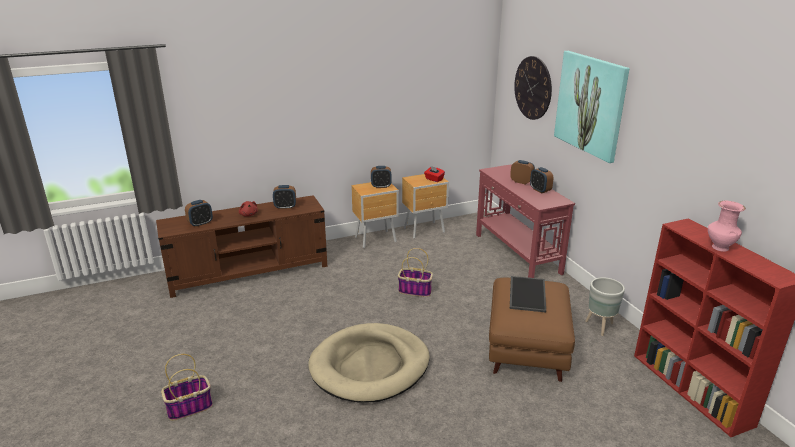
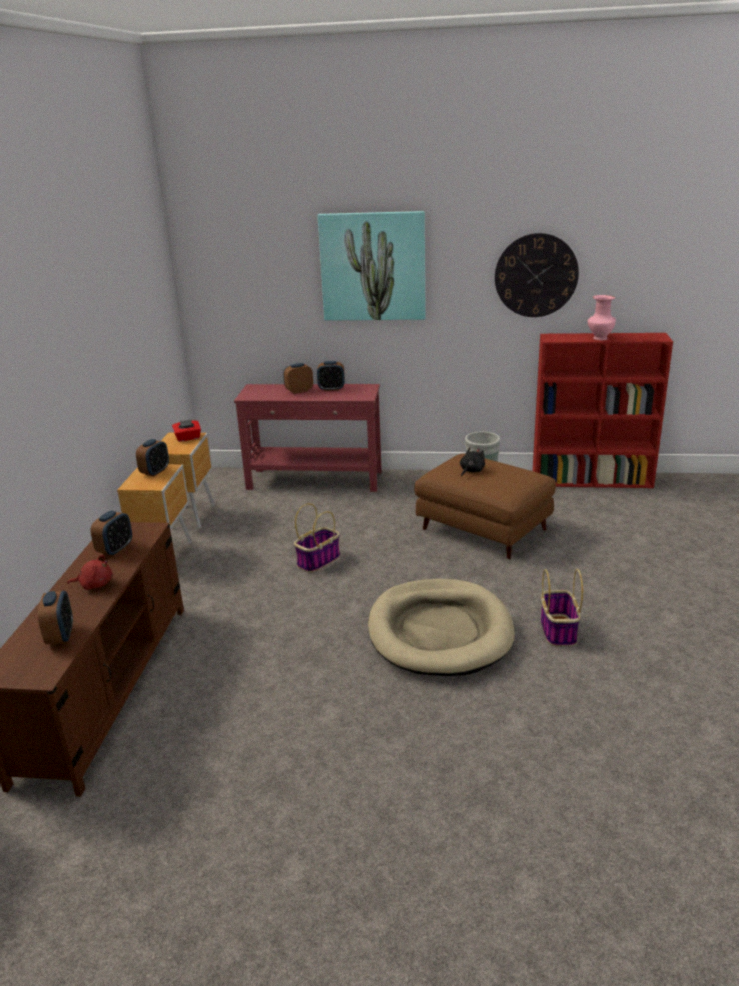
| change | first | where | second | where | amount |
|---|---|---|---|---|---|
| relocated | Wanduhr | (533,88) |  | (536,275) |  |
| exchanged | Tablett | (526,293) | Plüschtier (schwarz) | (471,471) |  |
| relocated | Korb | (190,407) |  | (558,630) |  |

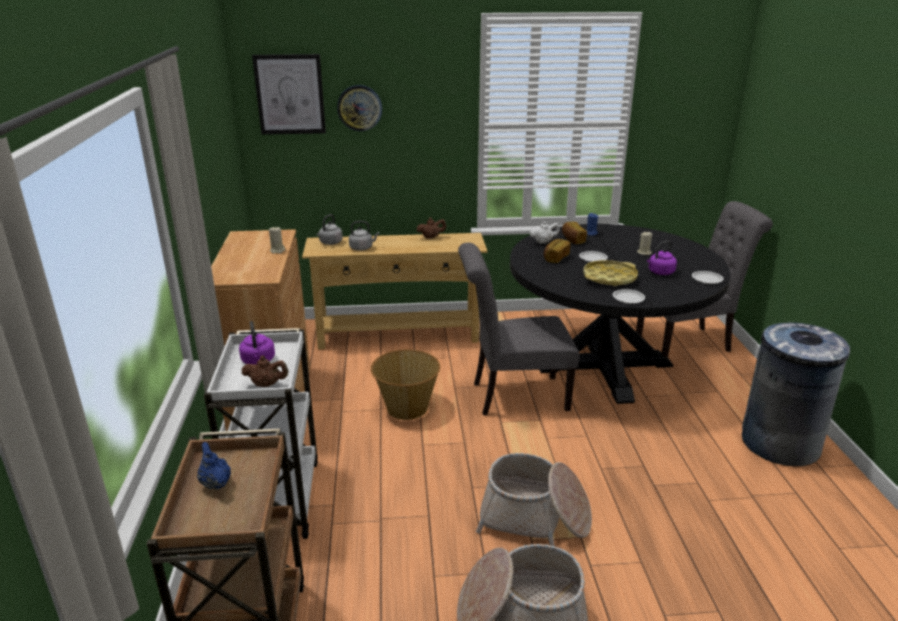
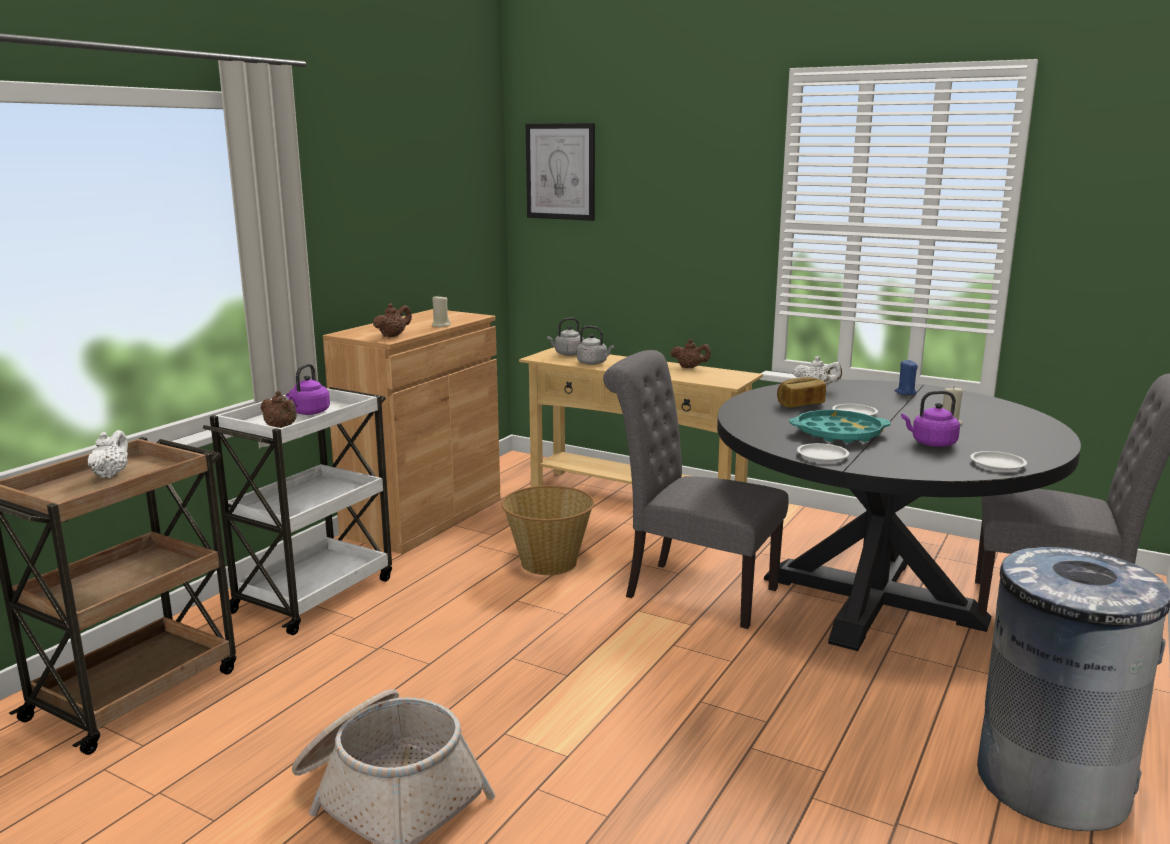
| change | first | where | second | where | amount |
|---|---|---|---|---|---|
| missing | Wanduhr | (359,108) |  |  |  |
| missing | Brot | (572,240) |  |  |  |
| colour | Tablett (gelb) | (609,278) | Tablett (türkis) | (838,433) |  |
| colour | Teekanne (blau) | (215,483) | Teekanne (weiß) | (111,474) |  |
| missing | Korb | (534,517) |  |  |  |
| appeared |  |  | Teekanne (braun) | (393,336) |  |

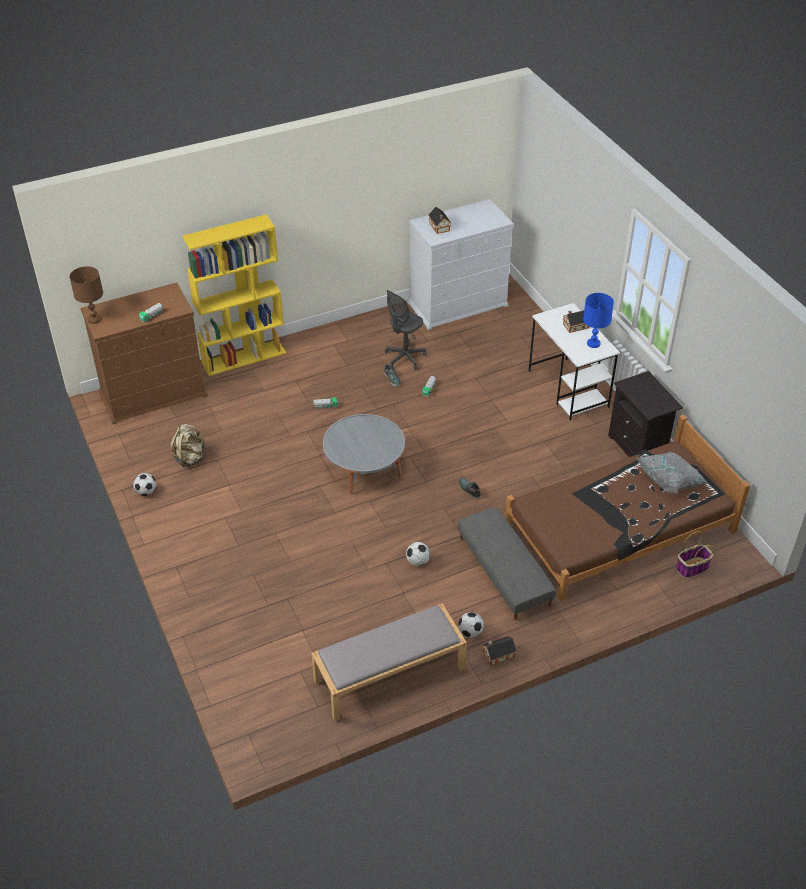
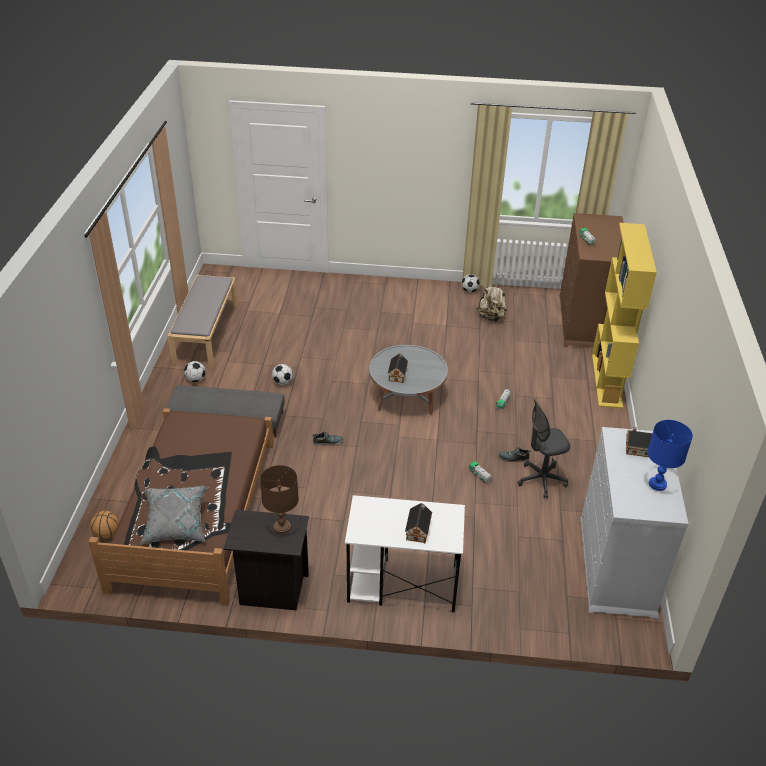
| change | first | where | second | where | amount |
|---|---|---|---|---|---|
| relocated | Tischlampe (braun) | (94,319) |  | (282,526) |  |
| spun | Bürostuhl (grau) | (405,358) |  | (541,480) | 90 degrees counterclockwise |
| relocated | Tischlampe (blau) | (593,344) |  | (657,484) |  |
| exchanged | Korb | (692,568) | Basketball | (107,533) |  |
| relocated | Spielzeughaus | (497,655) |  | (398,374) |  |

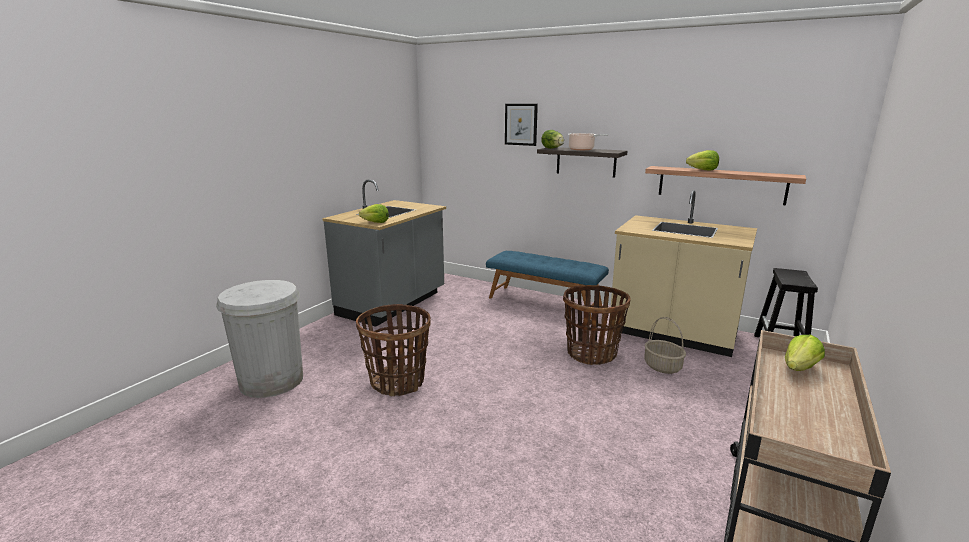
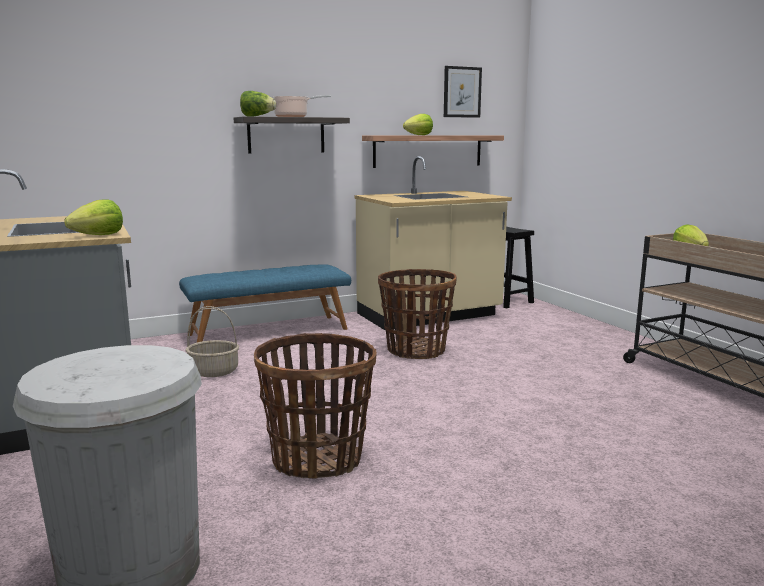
| change | first | where | second | where | amount |
|---|---|---|---|---|---|
| relocated | Bild | (521,124) |  | (462,92) |  |
| relocated | Korb | (663,366) |  | (214,371) |  |

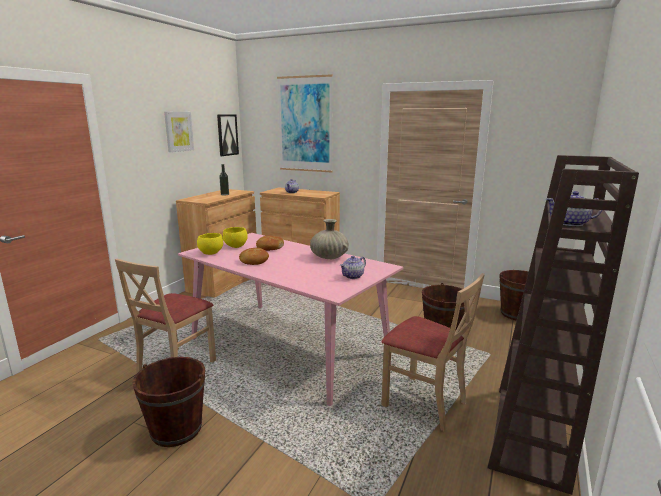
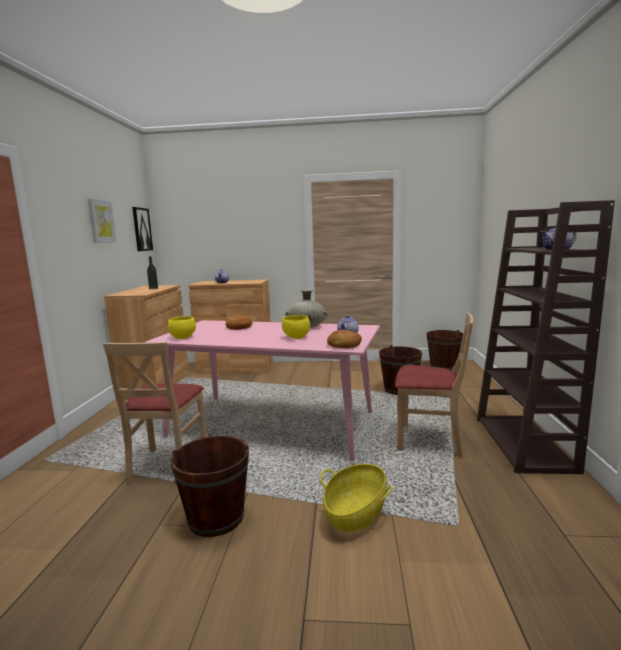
| change | first | where | second | where | amount |
|---|---|---|---|---|---|
| missing | Bild | (305,124) |  |  |  |
| relocated | Schüssel (gelb) | (236,246) |  | (297,337) |  |
| relocated | Brot | (254,261) |  | (343,345) |  |
| appeared |  |  | Korb | (355,513) |  |

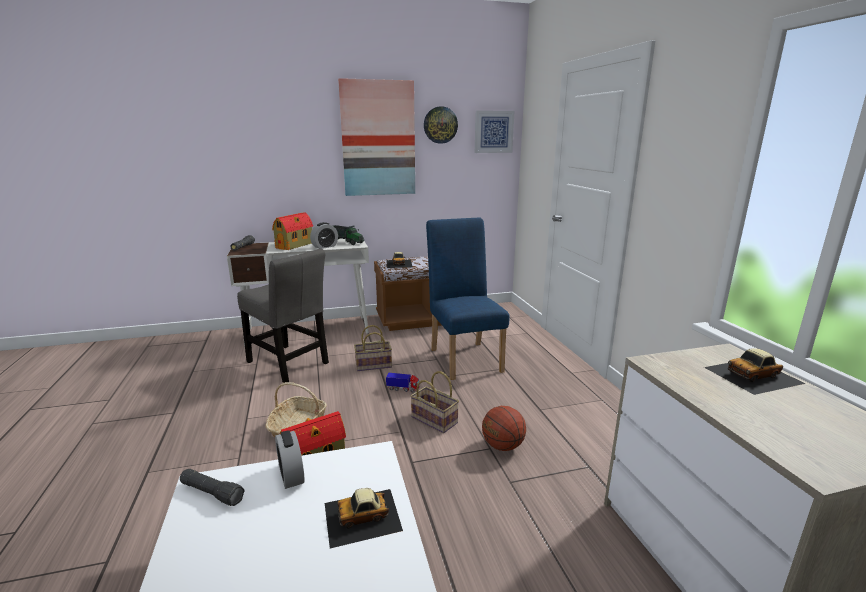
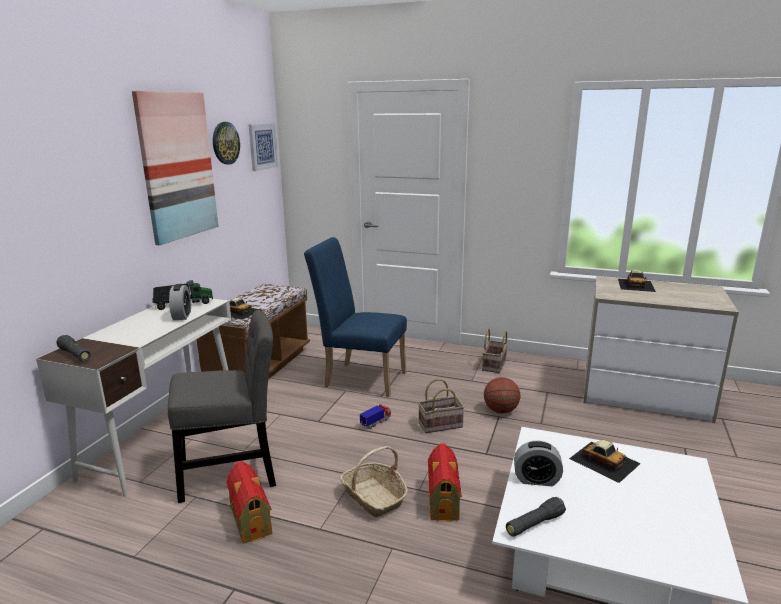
| change | first | where | second | where | amount |
|---|---|---|---|---|---|
| relocated | Spielzeughaus | (295,245) |  | (250,519) |  |
| relocated | Korb | (372,365) |  | (494,365) |  |
| spun | Spielzeugauto | (362,516) |  | (604,460) | 60 degrees counterclockwise |

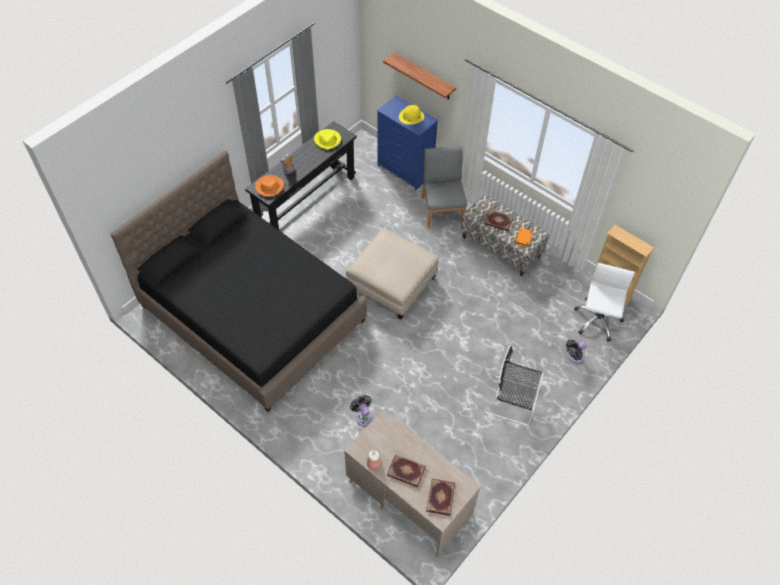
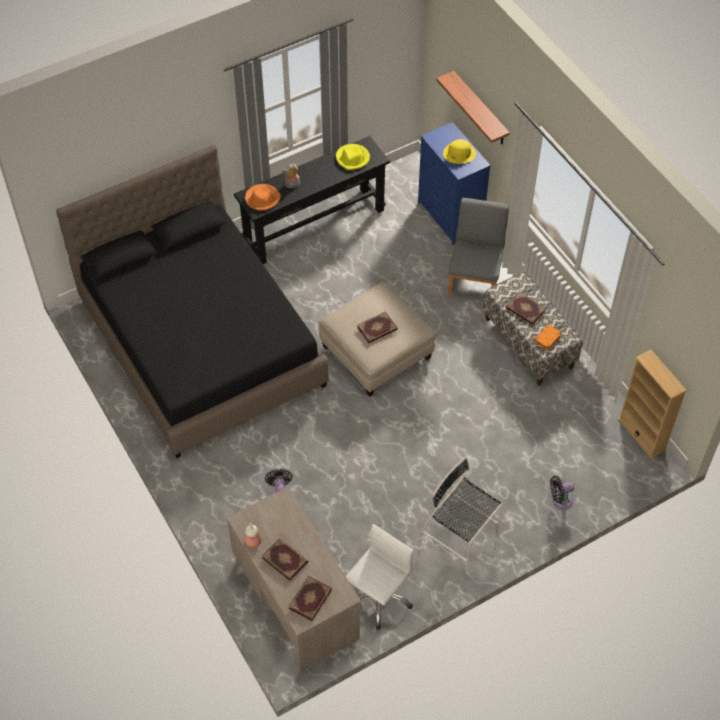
| change | first | where | second | where | amount |
|---|---|---|---|---|---|
| relocated | Bürostuhl (weiß) | (597,320) |  | (378,597) |  |
| appeared |  |  | Buch | (377,329) |  |

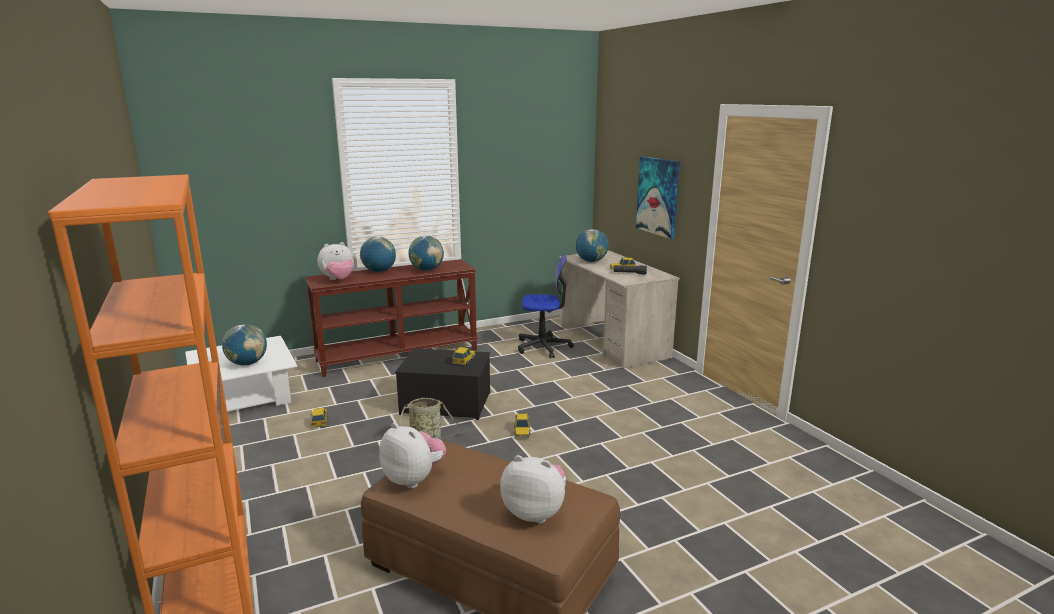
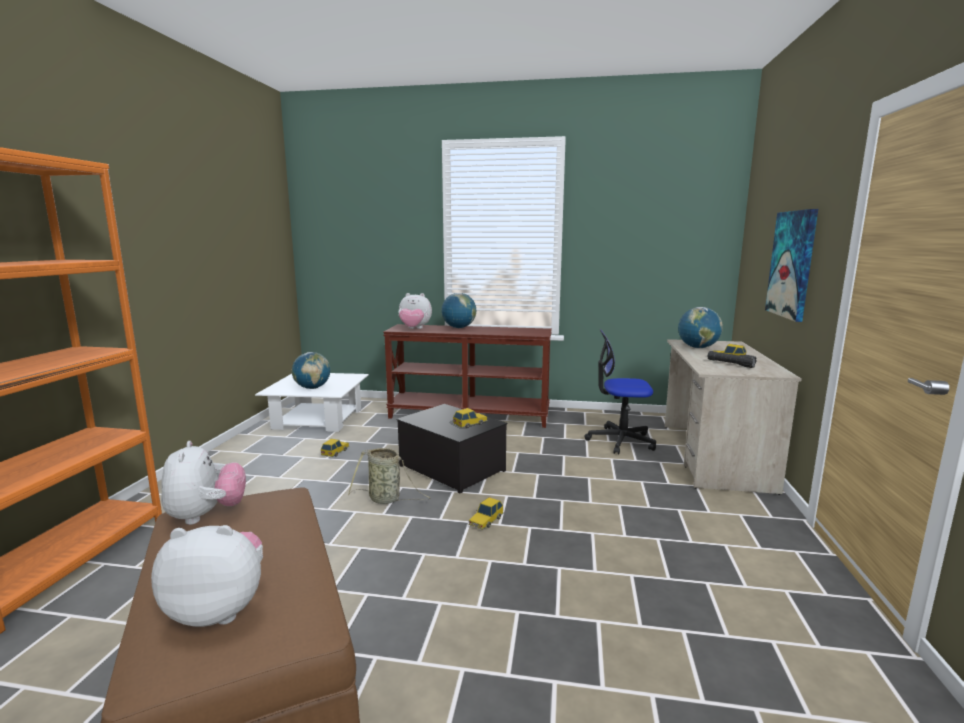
| change | first | where | second | where | amount |
|---|---|---|---|---|---|
| missing | Globus | (427,270) |  |  |  |
| spun | Bürostuhl | (543,347) |  | (620,441) | 150 degrees clockwise |
| spun | Plüschtier | (535,512) |  | (219,609) | 60 degrees counterclockwise |

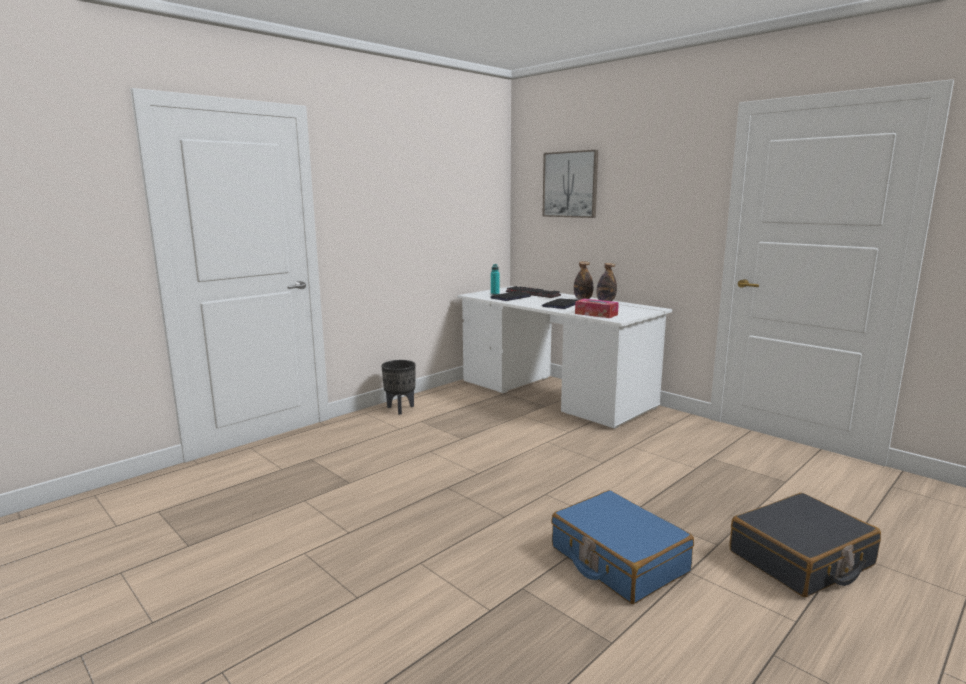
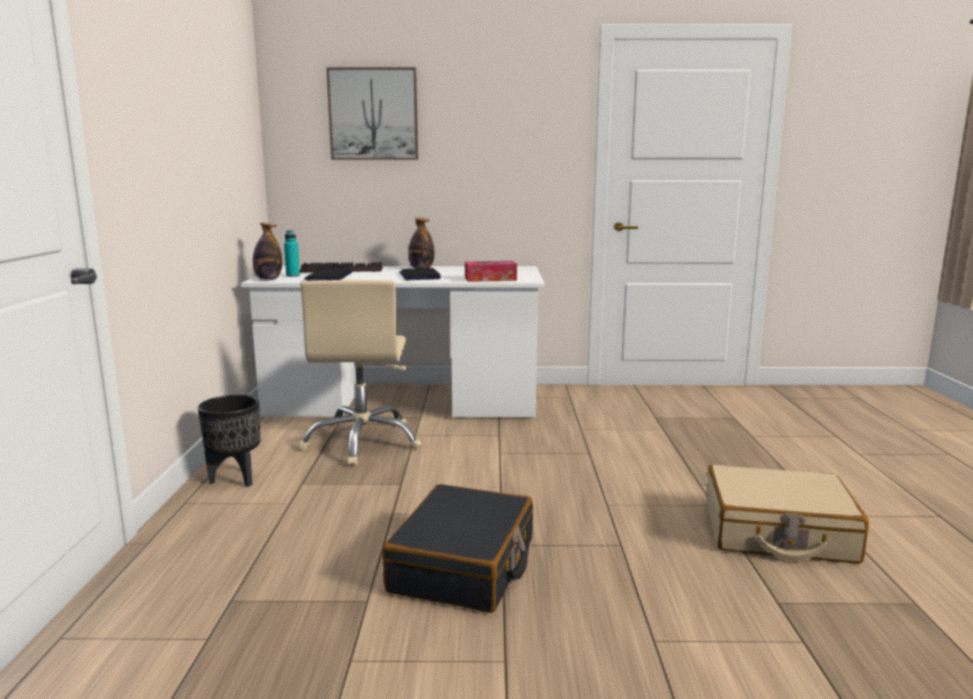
| change | first | where | second | where | amount |
|---|---|---|---|---|---|
| relocated | Flasche | (605,301) |  | (268,279) |  |
| colour | Koffer (blau) | (618,560) | Koffer (beige) | (777,533) |  |
| relocated | Koffer (schwarz) | (801,559) |  | (464,566) |  |
| appeared |  |  | Bürostuhl (beige) | (363,442) |  |

